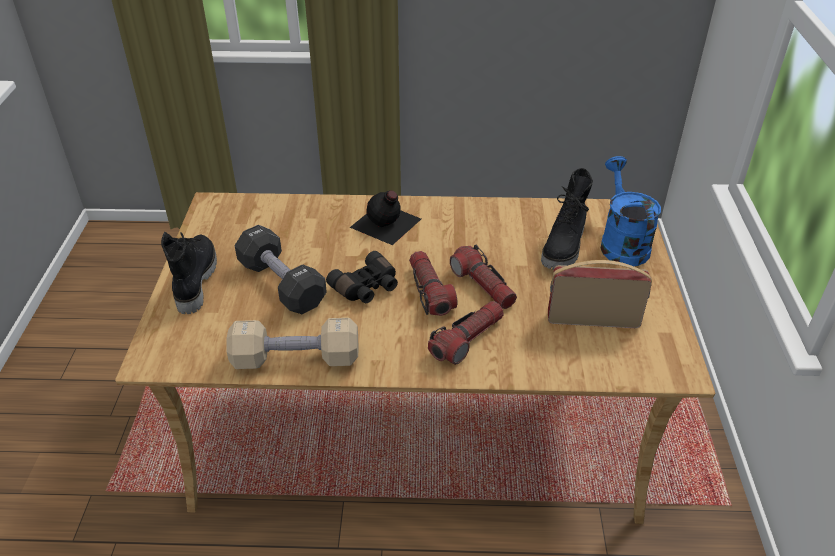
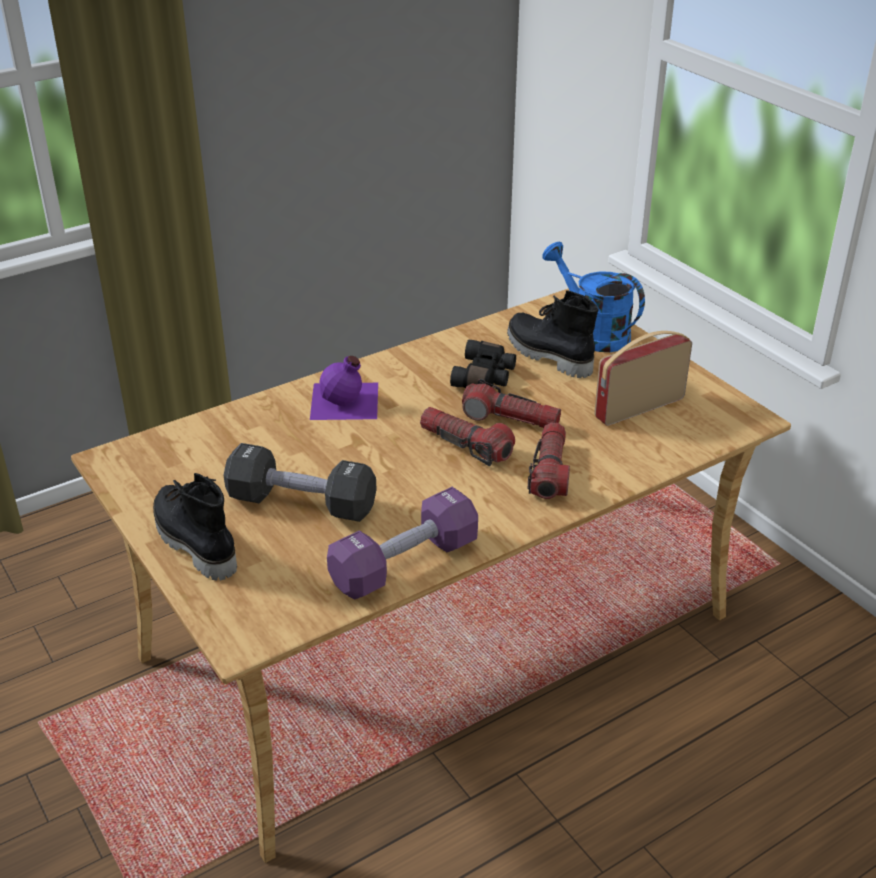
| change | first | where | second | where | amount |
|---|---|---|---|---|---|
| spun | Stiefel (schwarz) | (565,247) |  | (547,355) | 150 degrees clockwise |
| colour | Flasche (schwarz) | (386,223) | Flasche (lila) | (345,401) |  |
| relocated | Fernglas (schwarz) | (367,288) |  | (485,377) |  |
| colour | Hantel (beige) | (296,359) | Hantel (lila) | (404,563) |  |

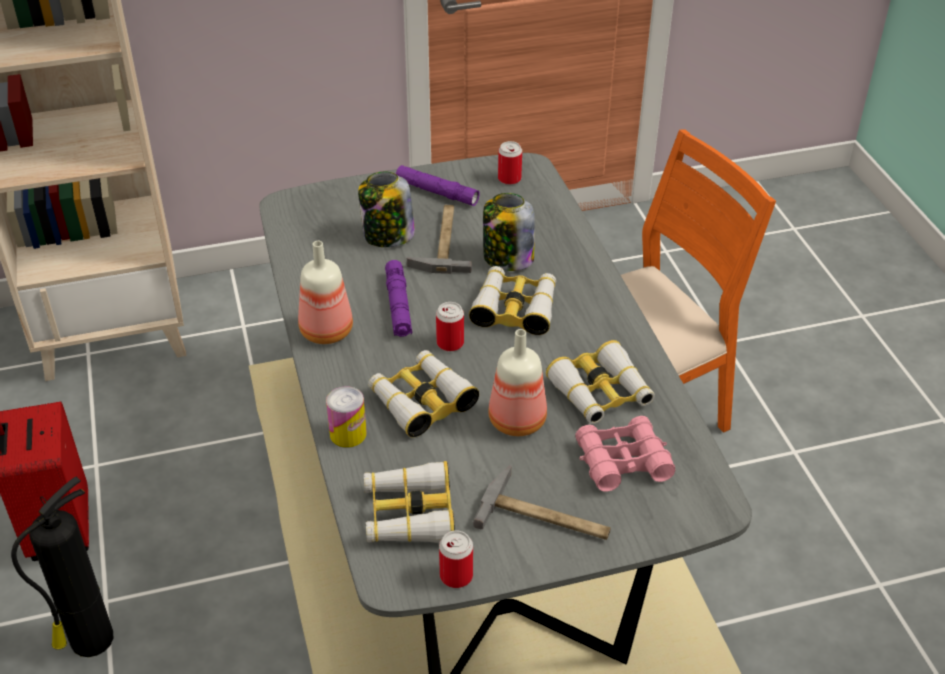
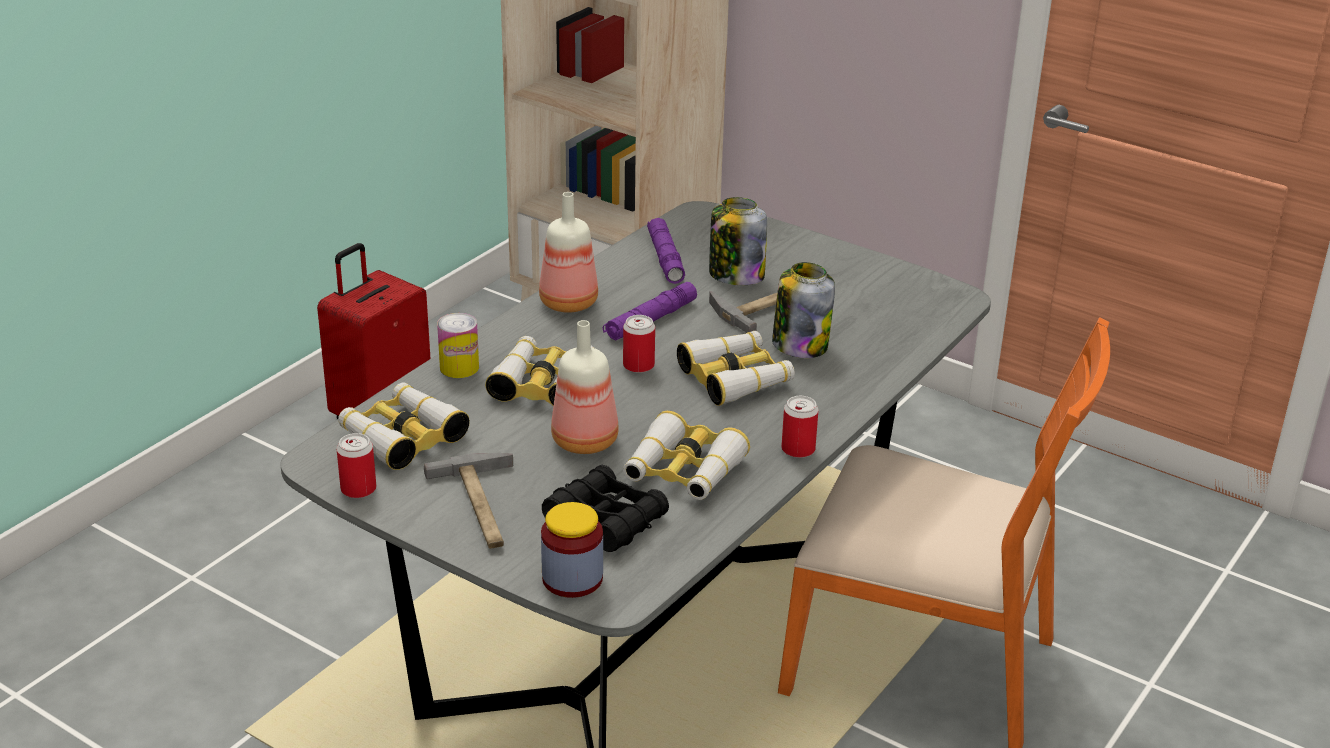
| change | first | where | second | where | amount |
|---|---|---|---|---|---|
| relocated | Dose | (509,179) |  | (798,449) |  |
| relocated | Taschenlampe (lila) | (435,192) |  | (665,258) |  |
| colour | Fernglas (rosa) | (622,461) | Fernglas (schwarz) | (606,520) |  |
| missing | Feuerlöscher | (89,641) |  |  |  |
| appeared |  |  | Vorratsglas | (572,579) |  |

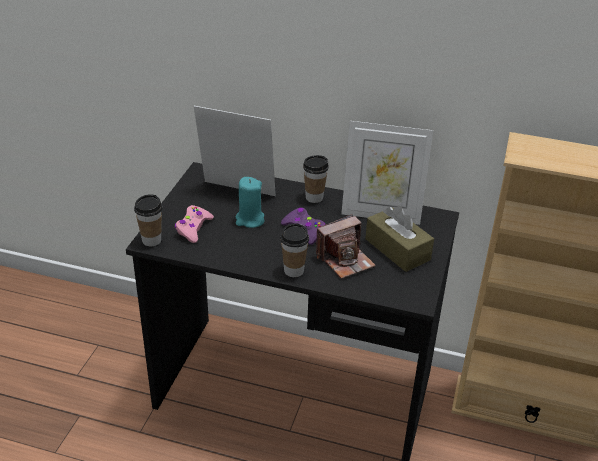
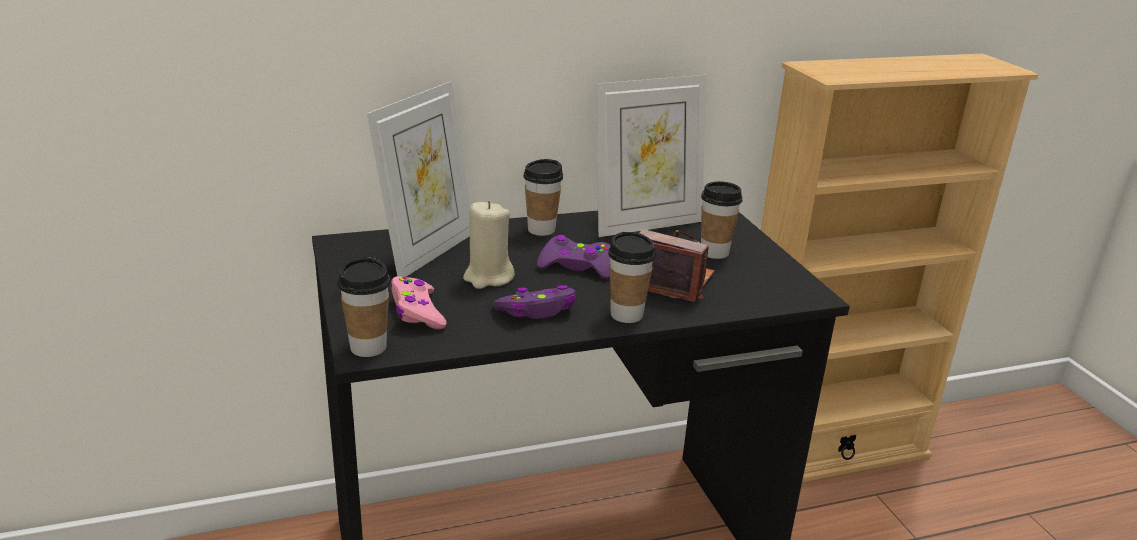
| change | first | where | second | where | amount |
|---|---|---|---|---|---|
| spun | Bilderrahmen | (237,192) |  | (427,252) | 135 degrees clockwise |
| colour | Kerze (türkis) | (250,220) | Kerze (beige) | (488,277) |  |
| exchanged | Taschentuchbox (braun) | (397,249) | Tasse | (714,252) |  |
| spun | Kamera | (345,260) |  | (672,282) | 90 degrees counterclockwise |
| appeared |  |  | Gamepad (lila) | (537,310) |  |

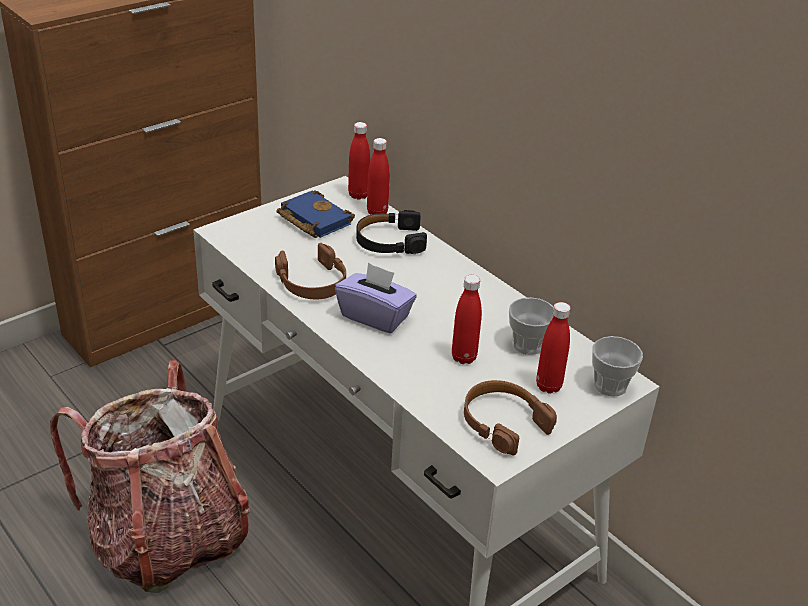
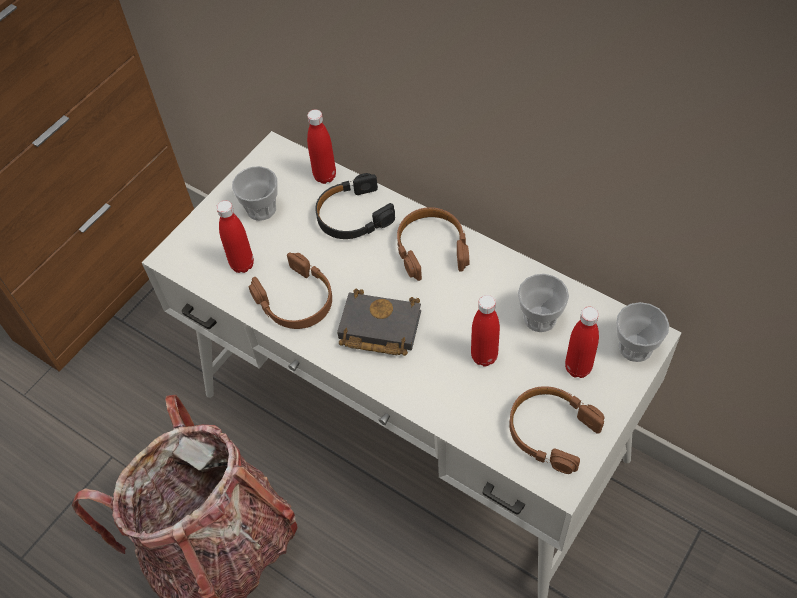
| change | first | where | second | where | amount |
|---|---|---|---|---|---|
| relocated | Flasche (rot) | (358,195) |  | (242,264) |  |
| exchanged | Buch (blau) | (312,219) | Tasse | (261,209) |  |
| exchanged | Taschentuchbox (lila) | (375,316) | Buch (schwarz) | (377,328) |  |
| appeared |  |  | Kopfhörer (braun) | (431,248) |  |

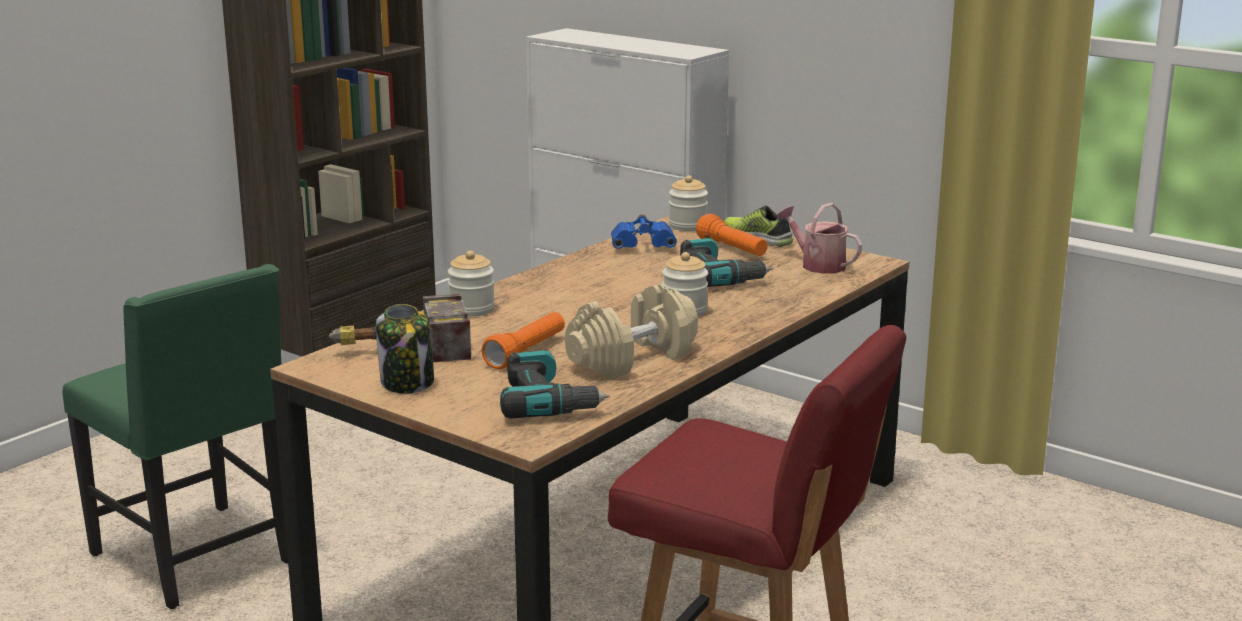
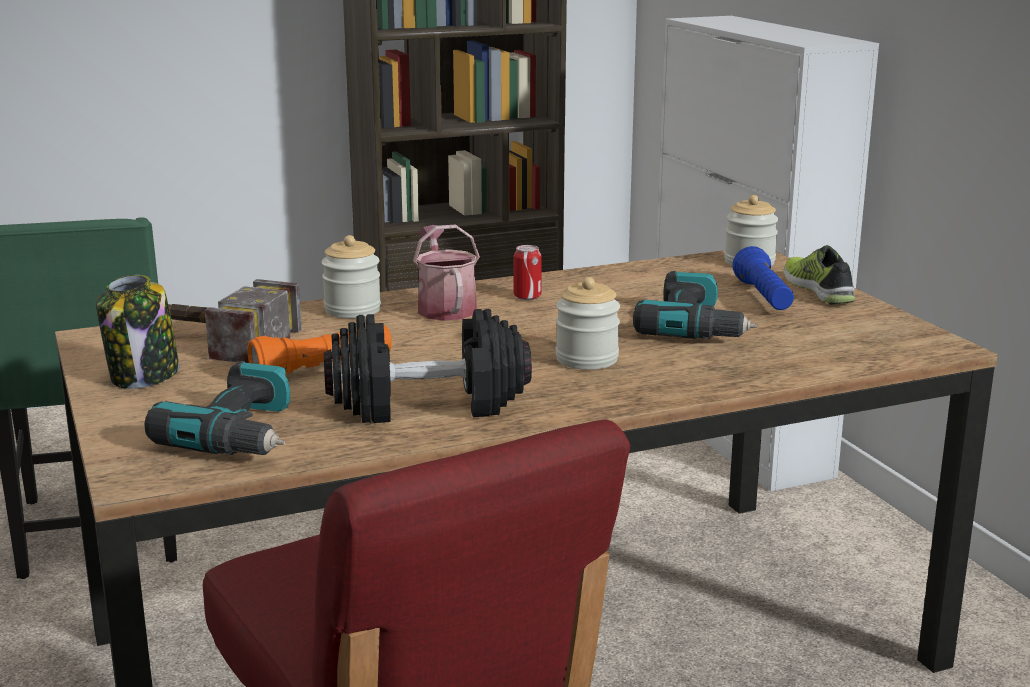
| change | first | where | second | where | amount |
|---|---|---|---|---|---|
| relocated | Gießkanne | (818,264) |  | (445,307) |  |
| missing | Fernglas (blau) | (644,247) |  |  |  |
| colour | Taschenlampe (orange) | (732,250) | Taschenlampe (blau) | (763,298) |  |
| colour | Hantel (beige) | (632,358) | Hantel (schwarz) | (429,403) |  |
| appeared |  |  | Dose | (527,297) |  |

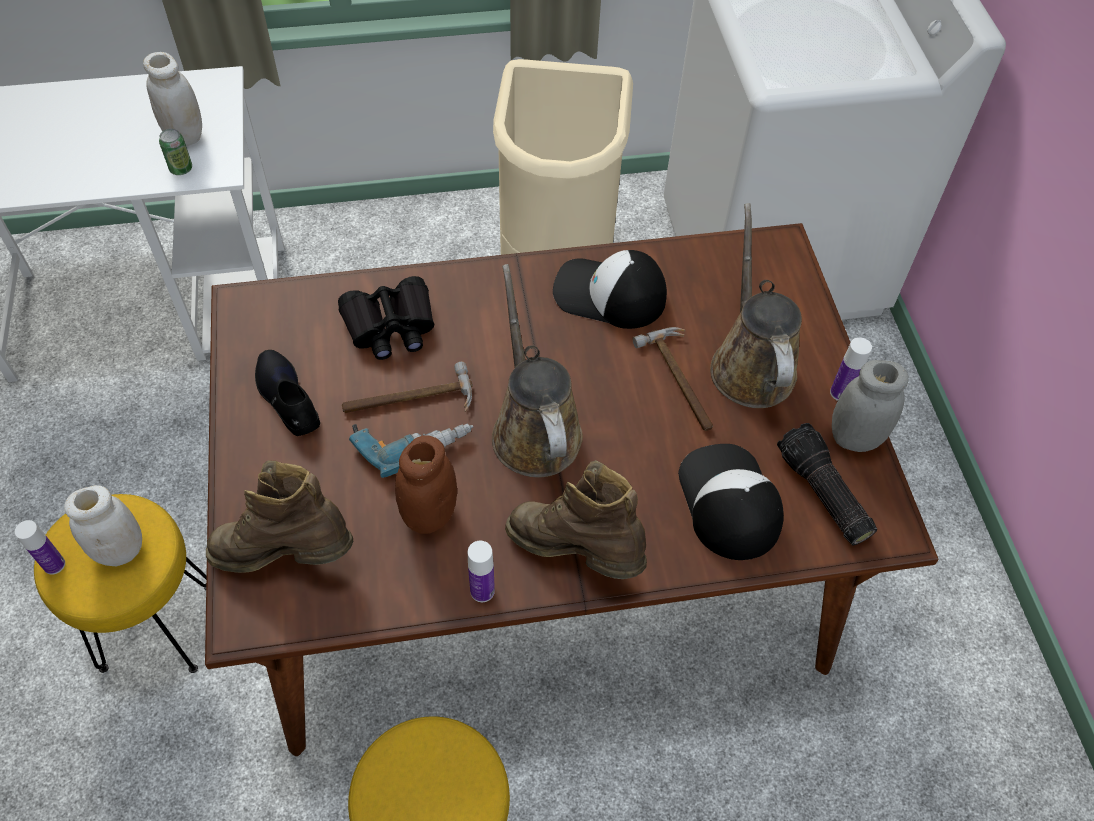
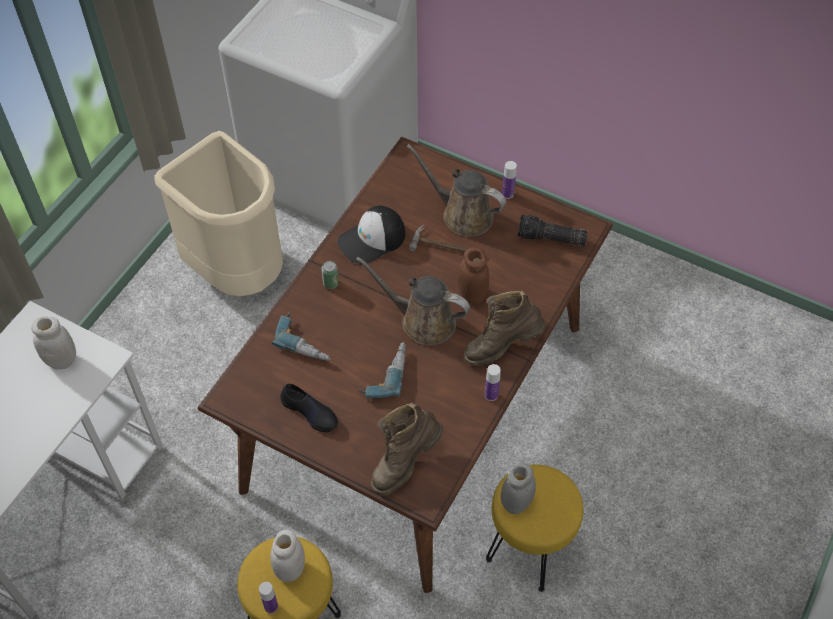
| change | first | where | second | where | amount |
|---|---|---|---|---|---|
| relocated | Dose | (181,169) |  | (331,283) |  |
| exchanged | Fernglas (schwarz) | (390,326) | Bohrmaschine | (306,341) |  |
| spun | Schuh (schwarz) | (287,398) |  | (310,412) | 150 degrees counterclockwise |
| relocated | Vorratsglas (grau) | (854,438) |  | (516,503) |  |
| missing | Hammer | (408,401) |  |  |  |
| relocated | Vorratsglas (braun) | (429,514) |  | (472,294) |  |
| missing | Kappe | (728,502) |  |  |  |

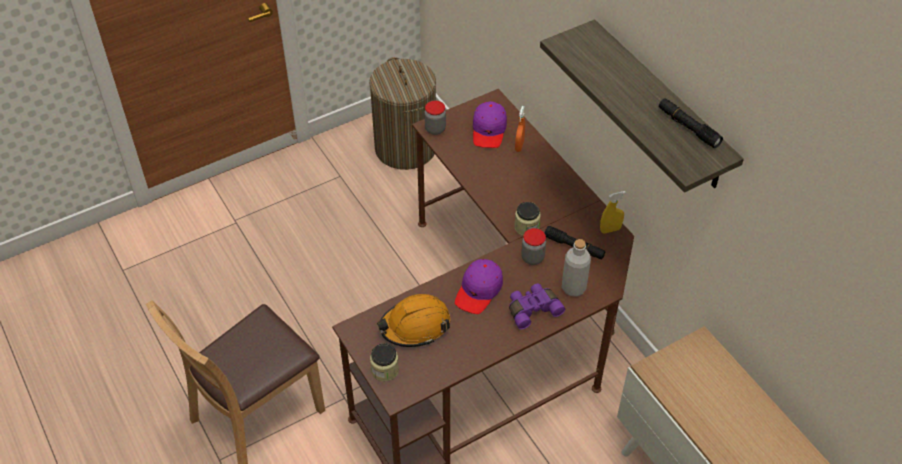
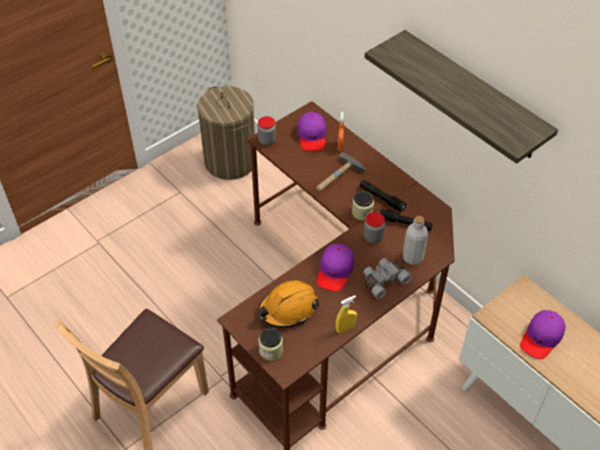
| change | first | where | second | where | amount |
|---|---|---|---|---|---|
| relocated | Taschenlampe (schwarz) | (688,127) |  | (381,198) |  |
| relocated | Sprühflasche (gelb) | (610,230) |  | (345,328) |  |
| colour | Fernglas (lila) | (532,309) | Fernglas (grau) | (383,280) |  |
| appeared |  |  | Hammer | (337,177) |  |
| appeared |  |  | Kappe (lila) | (541,337) |  |

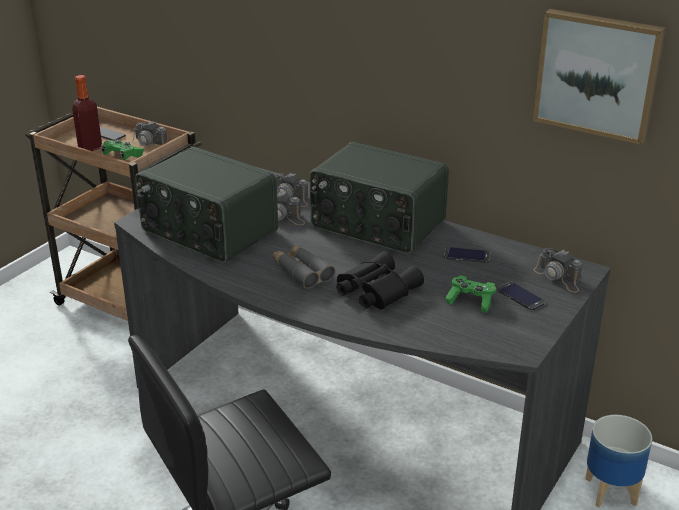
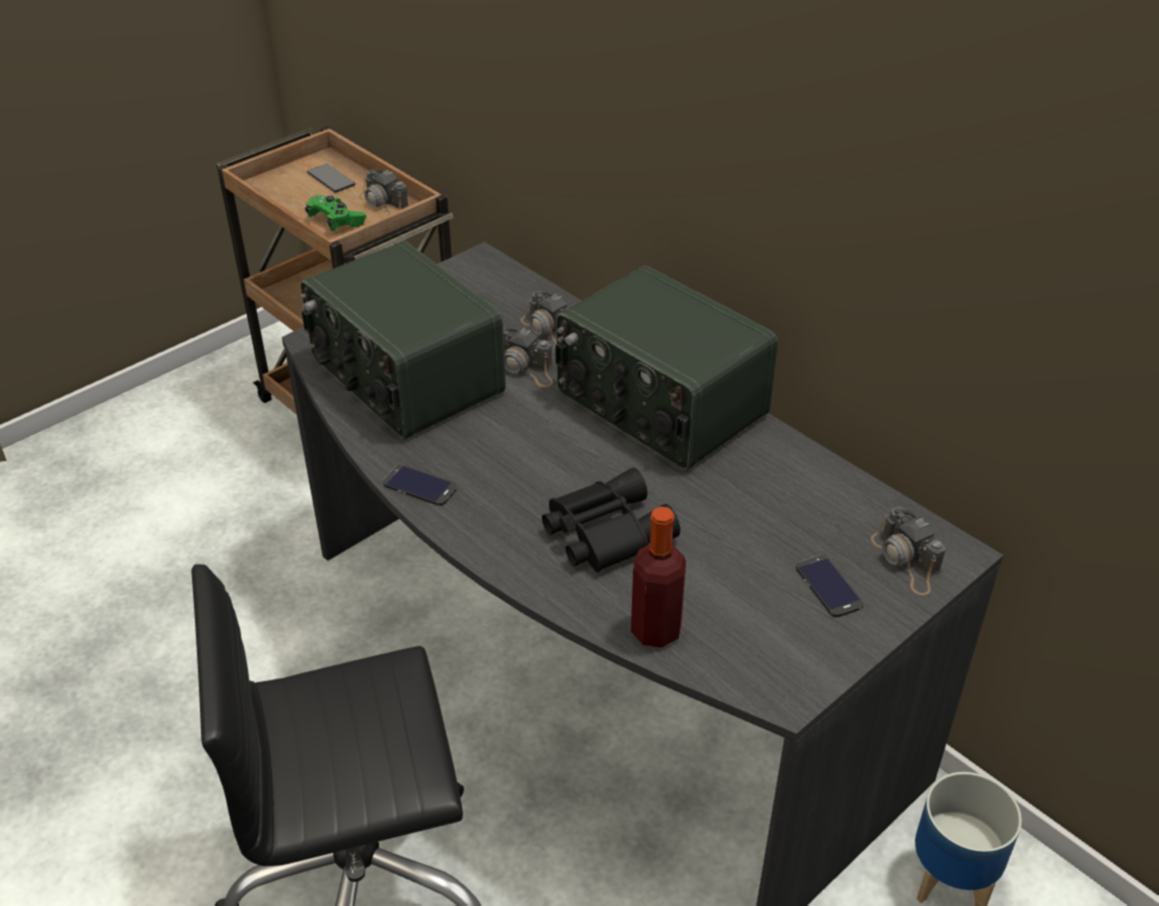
| change | first | where | second | where | amount |
|---|---|---|---|---|---|
| missing | Bild | (598,74) |  |  |  |
| relocated | Flasche | (90,147) |  | (656,630) |  |
| missing | Fernglas (grau) | (302,272) |  |  |  |
| relocated | Handy | (467,255) |  | (420,486) |  |
| missing | Gamepad (grün) | (471,301) |  |  |  |

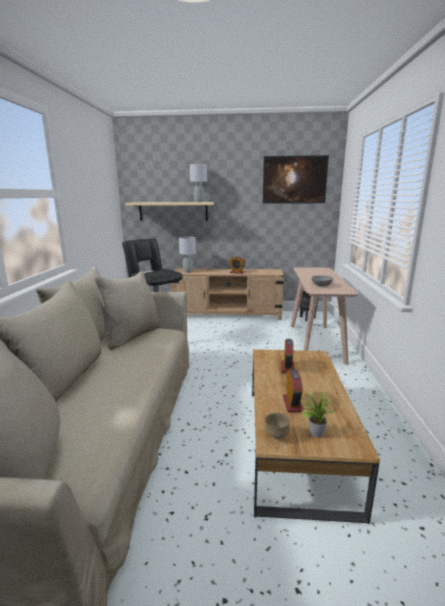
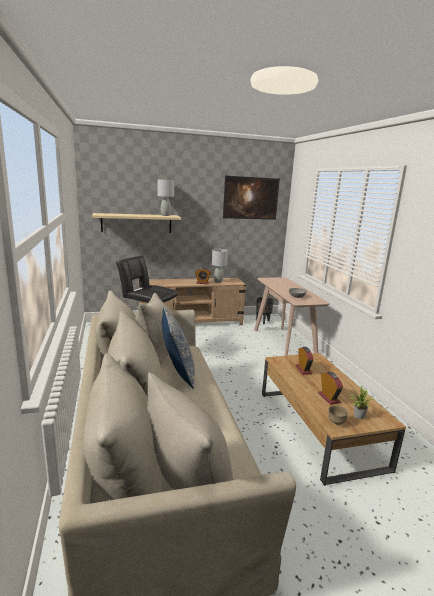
| change | first | where | second | where | amount |
|---|---|---|---|---|---|
| relocated | Tischlampe (grau) | (188,271) |  | (218,281) |  |
| appeared |  |  | Kissen | (177,373) |  |

